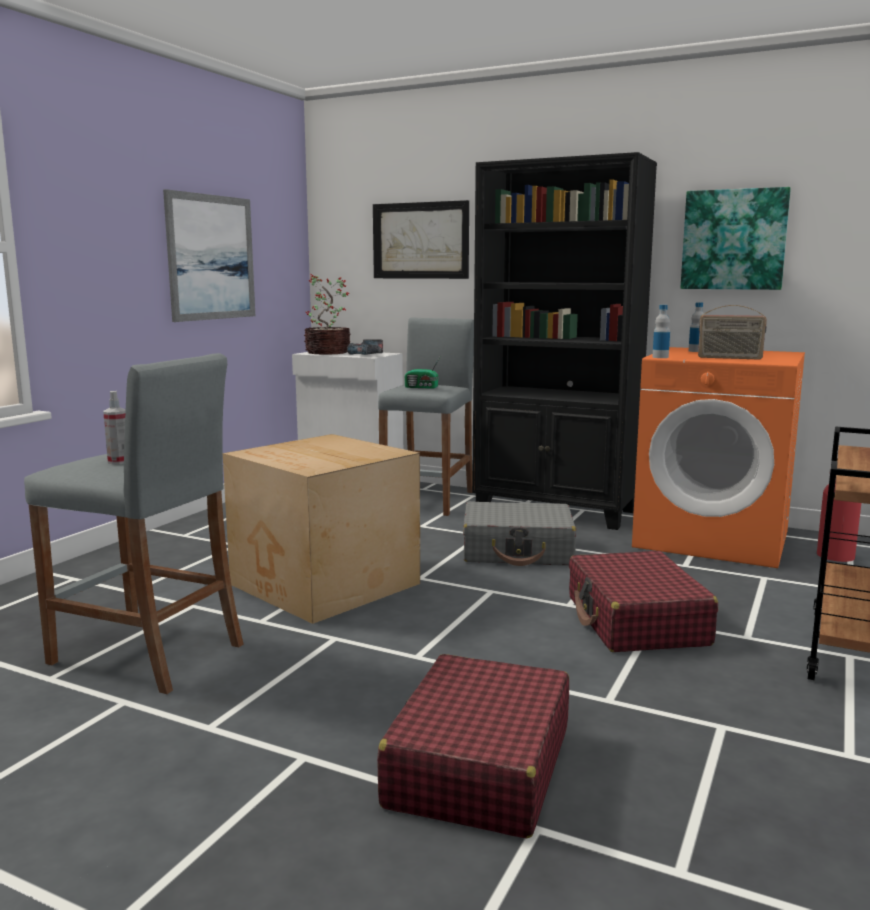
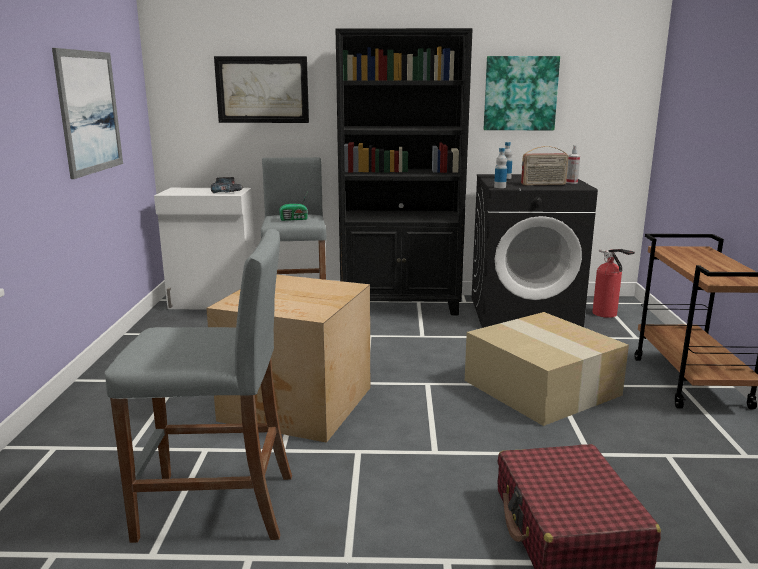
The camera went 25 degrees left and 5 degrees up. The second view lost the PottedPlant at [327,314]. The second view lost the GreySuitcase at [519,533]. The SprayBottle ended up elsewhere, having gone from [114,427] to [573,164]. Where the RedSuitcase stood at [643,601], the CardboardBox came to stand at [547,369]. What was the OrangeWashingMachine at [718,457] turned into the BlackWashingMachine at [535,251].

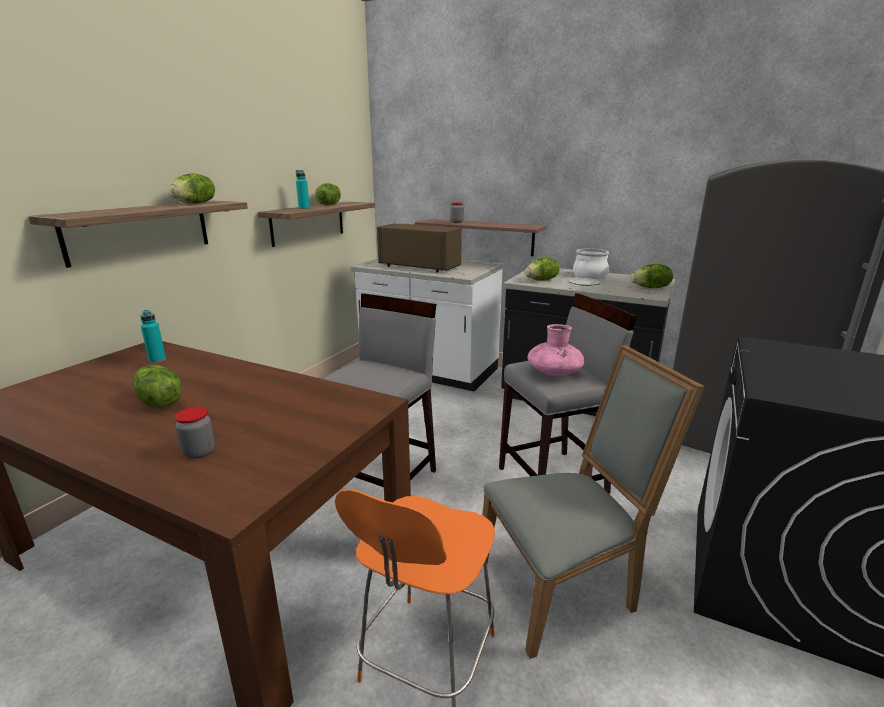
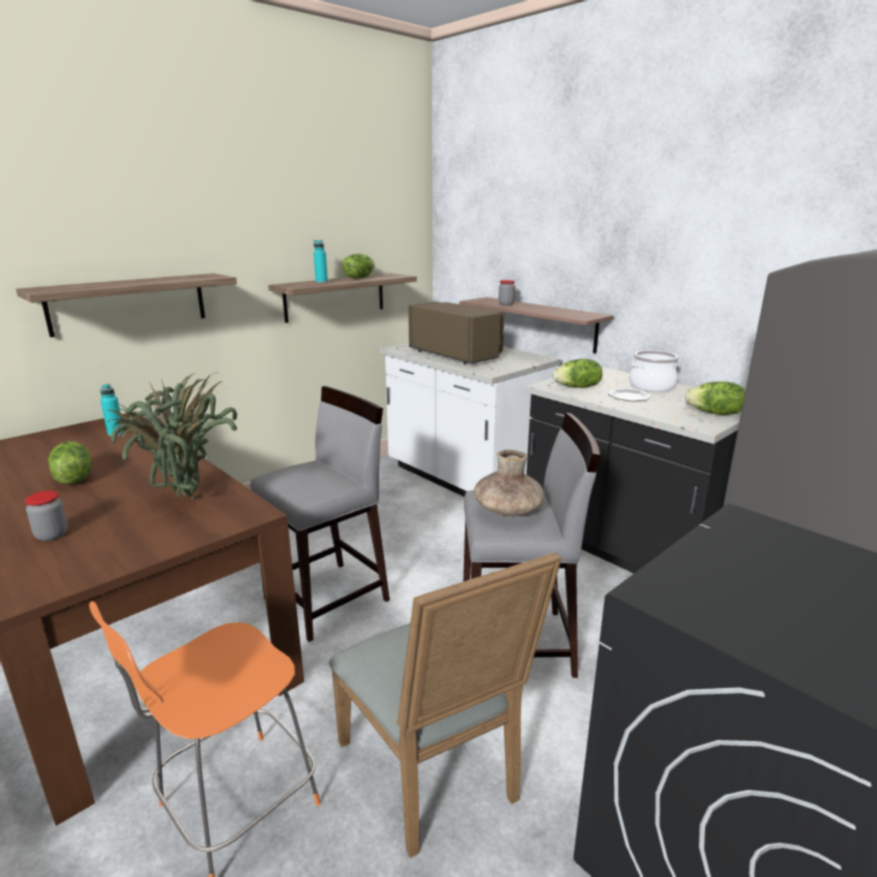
The camera went 20 degrees right and 0 degrees up. The second view lost the Lettuce at [192,188]. The second view gained the PottedPlant at [172,436]. What was the PinkVase at [556,350] turned into the BrownVase at [509,483]. The GreyChair at [594,502] ended up facing another way, 60 degrees clockwise from before.

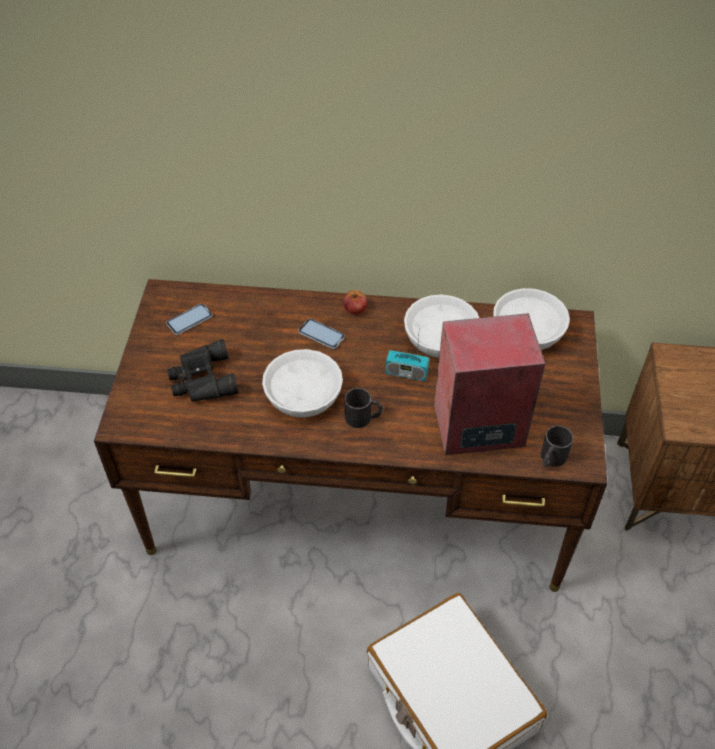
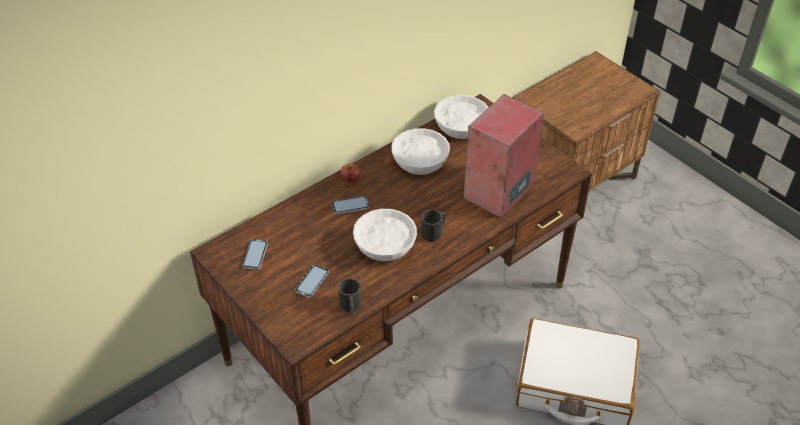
The camera went 45 degrees left and 5 degrees down. The second view lost the Radio at [407,358]. The BlackMug ended up elsewhere, having gone from [557,446] to [349,296]. Where the BlackBinoculars stood at [203,370], the Phone came to stand at [312,281].

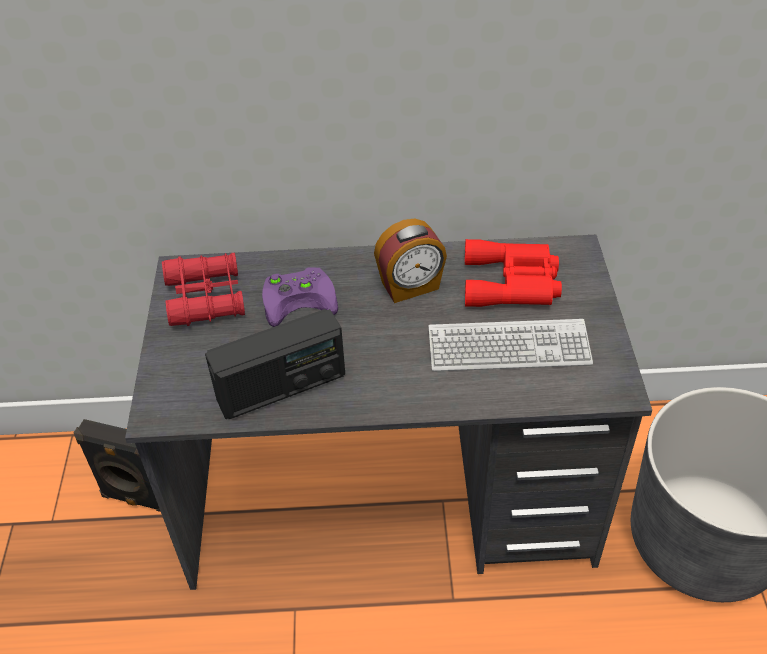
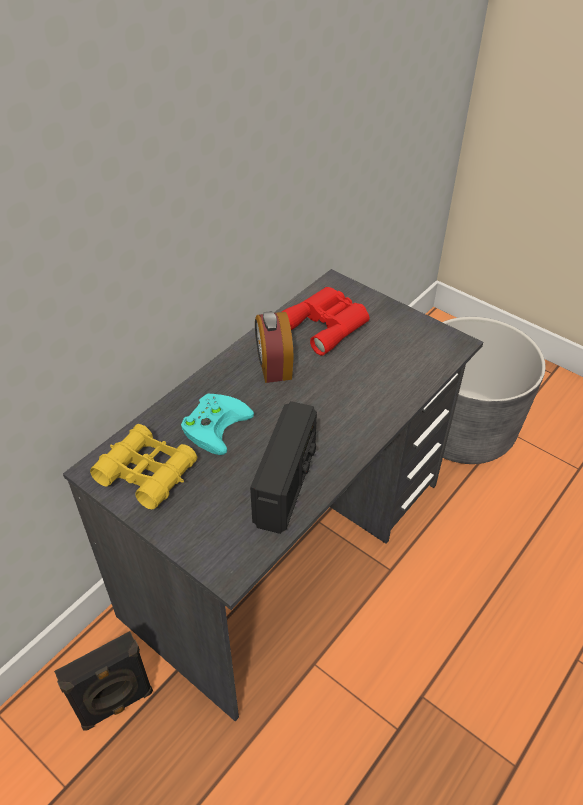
The camera went 50 degrees left and 0 degrees up. The second view lost the Keyboard at [510,345]. What was the RedBinoculars at [203,289] turned into the YellowBinoculars at [143,466]. What was the PurpleGameController at [300,297] turned into the TurquoiseGameController at [217,424]. The AlarmClock at [410,261] ended up facing another way, 150 degrees clockwise from before.

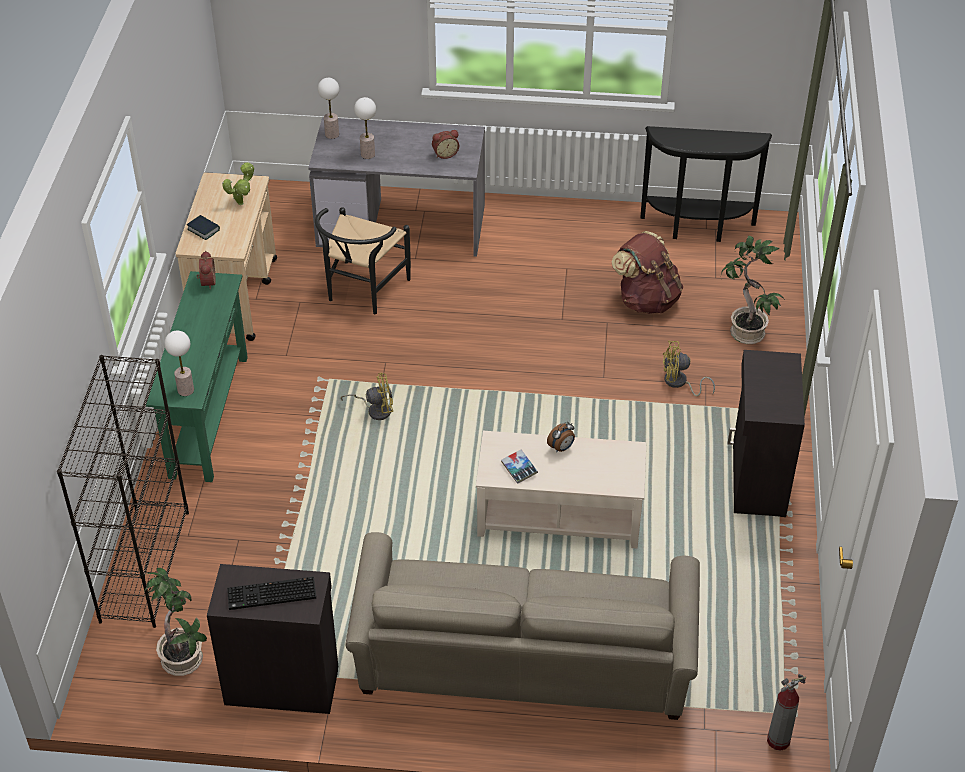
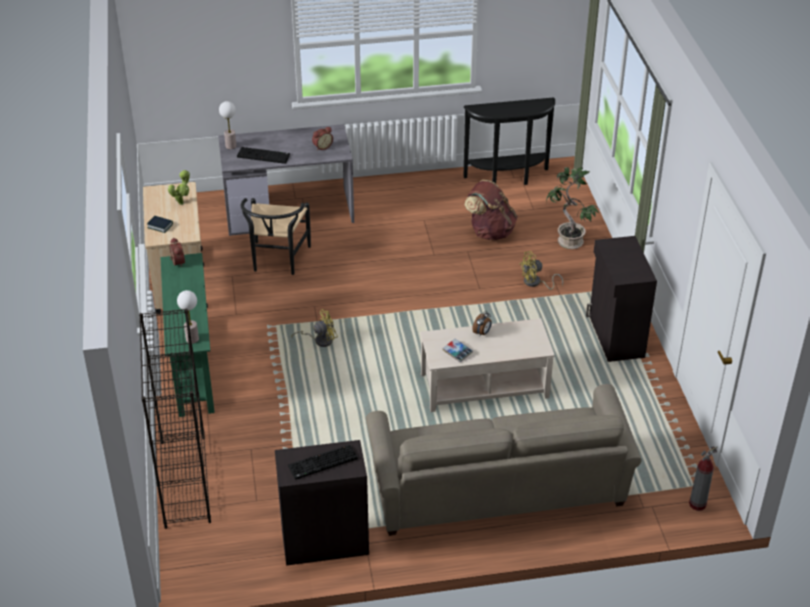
The camera went 15 degrees left and 5 degrees down. The second view lost the PottedPlant at [176,622]. Where the TableLamp stood at [365,128], the Keyboard came to stand at [263,155].

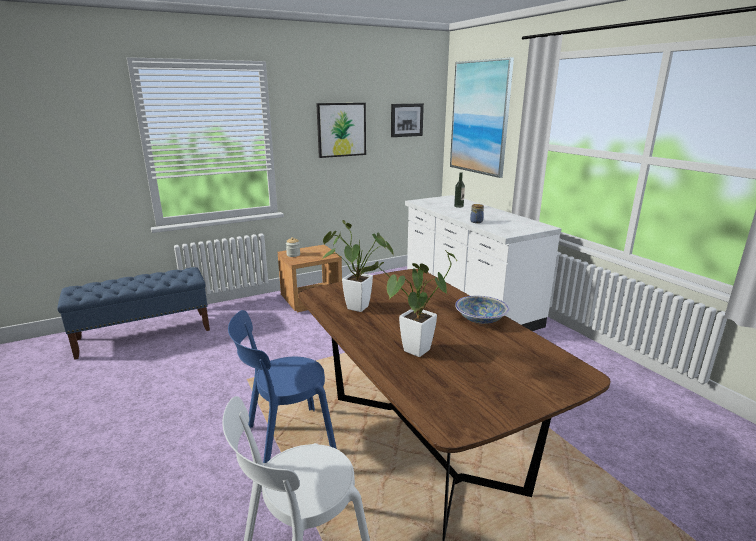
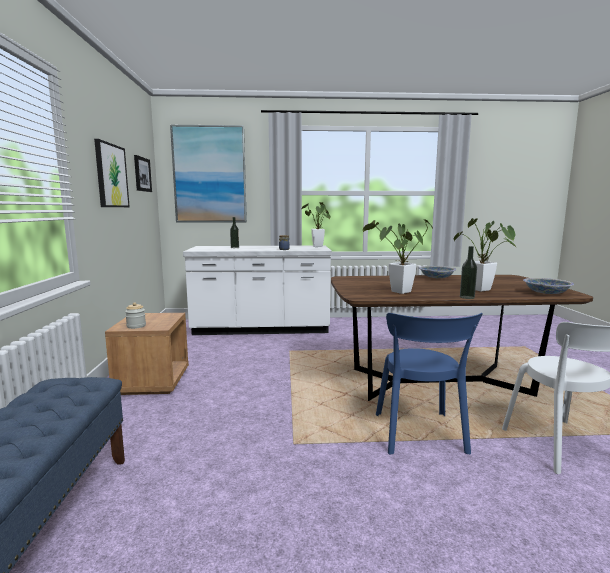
The camera went 65 degrees left and 10 degrees down. The second view gained the PottedPlant at [316,224]. The second view gained the Bottle at [468,272]. The second view gained the Bowl at [548,286].

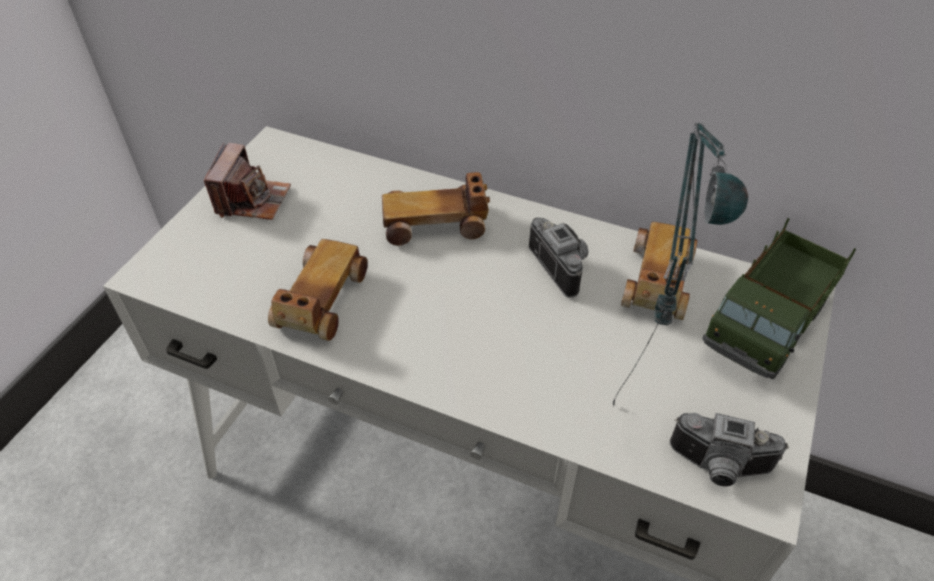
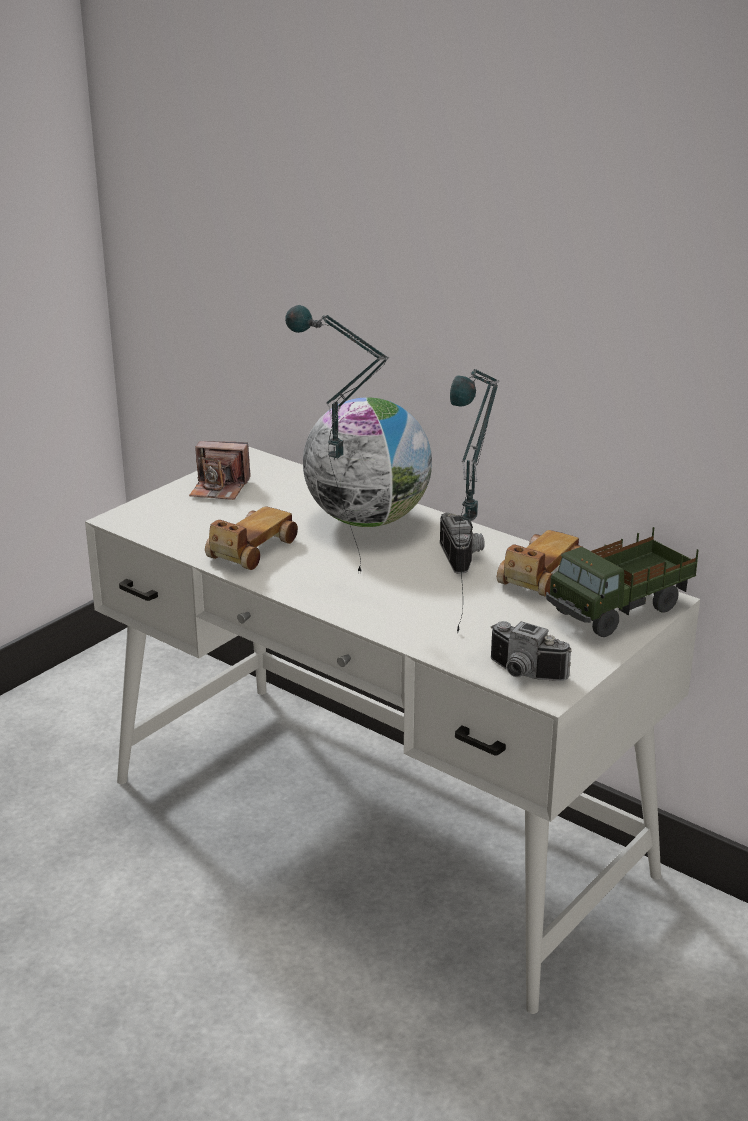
The camera went 15 degrees right and 20 degrees down. The second view gained the TableLamp at [337,438]. Where the ToyCar stood at [436,209], the Globe came to stand at [367,462]. The PhotoCamera at [247,181] ended up facing another way, 75 degrees clockwise from before.

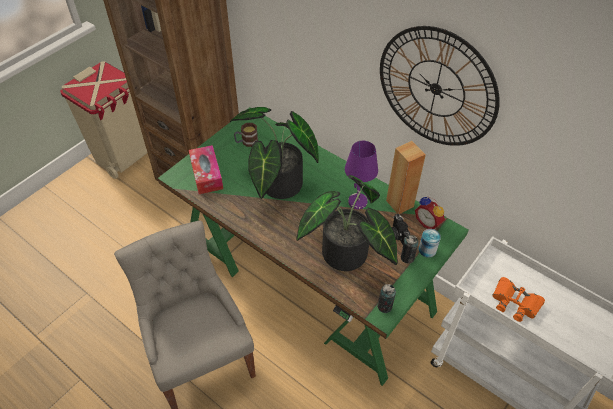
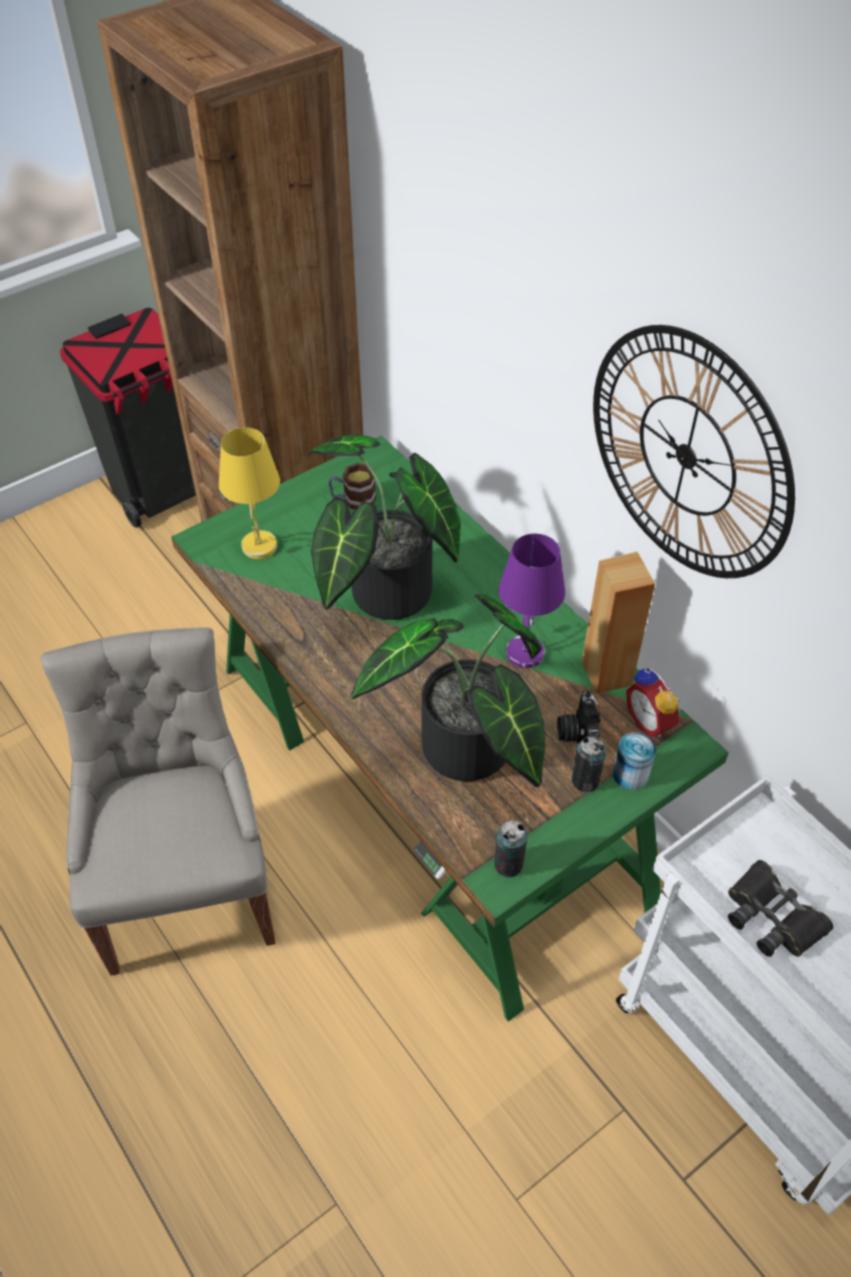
The camera went 15 degrees right and 0 degrees up. Where the TissueBox stood at [206,169], the YellowTableLamp came to stand at [249,493]. What was the BeigeTrashCan at [104,120] turned into the BlackTrashCan at [128,418]. What was the OrangeBinoculars at [518,299] turned into the BlackBinoculars at [781,908].

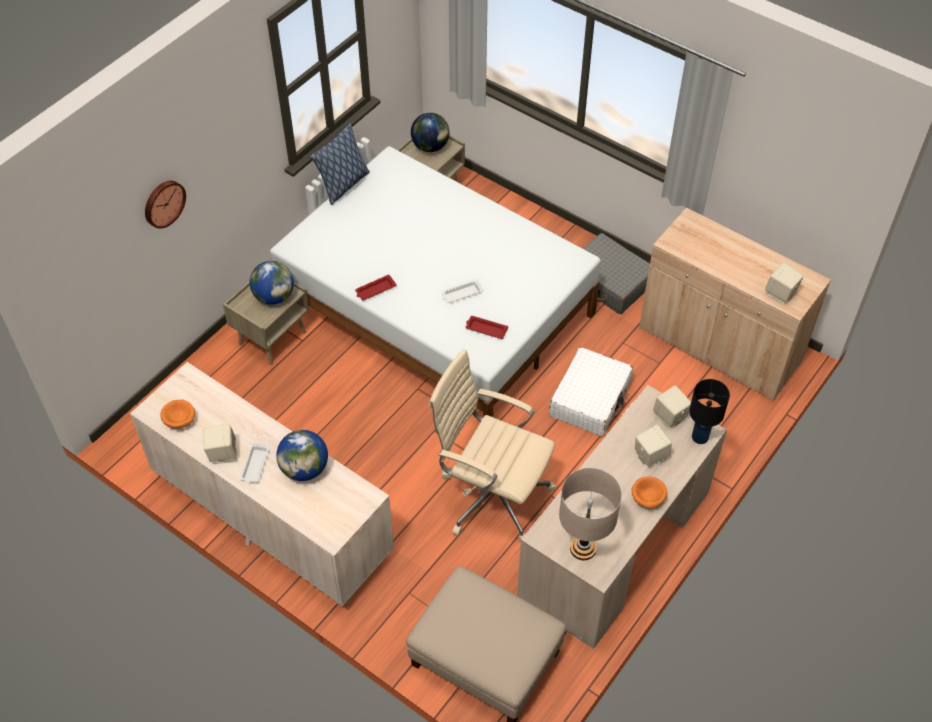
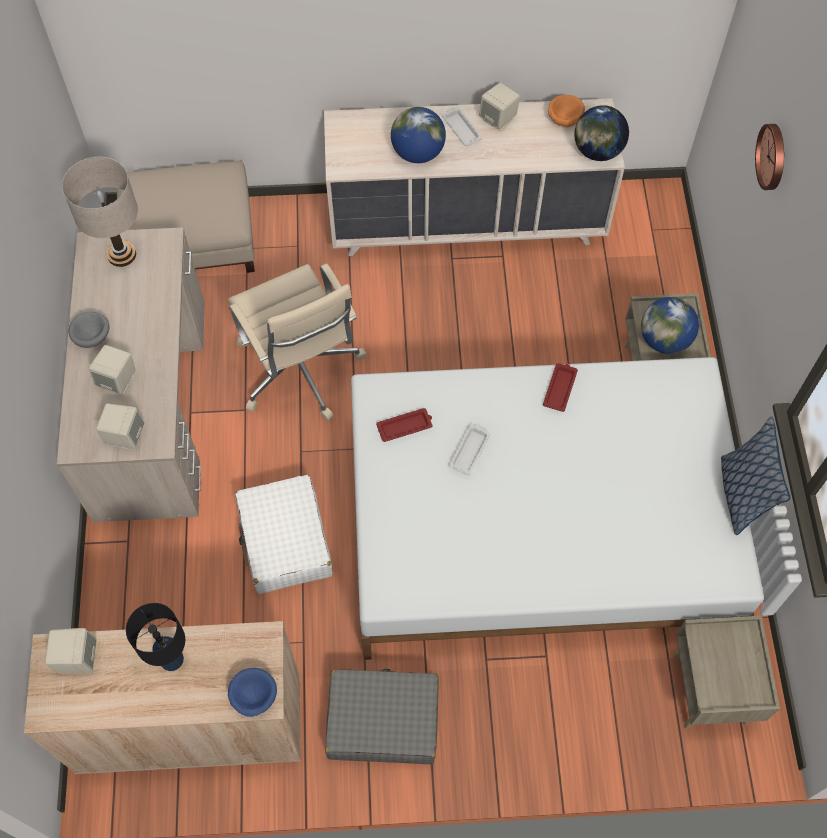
The camera went 140 degrees right and 10 degrees up. The second view gained the BlueBowl at [252,692]. The Globe ended up elsewhere, having gone from [430,132] to [601,133]. The BlackTableLamp ended up elsewhere, having gone from [709,411] to [155,637]. What was the OrangeBowl at [649,492] turned into the GreyBowl at [89,330]. The BeigeOfficeChair at [493,445] ended up facing another way, 75 degrees clockwise from before.

